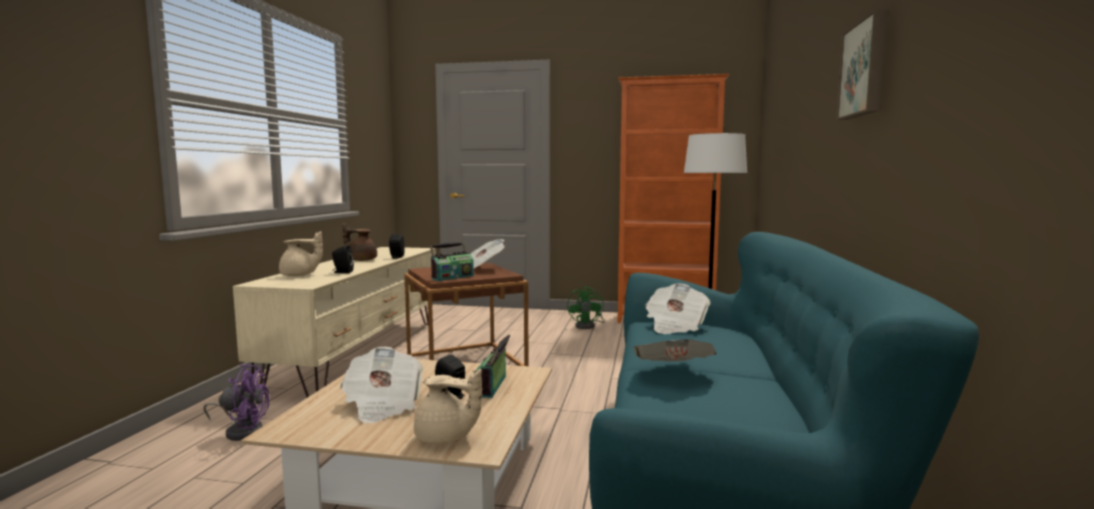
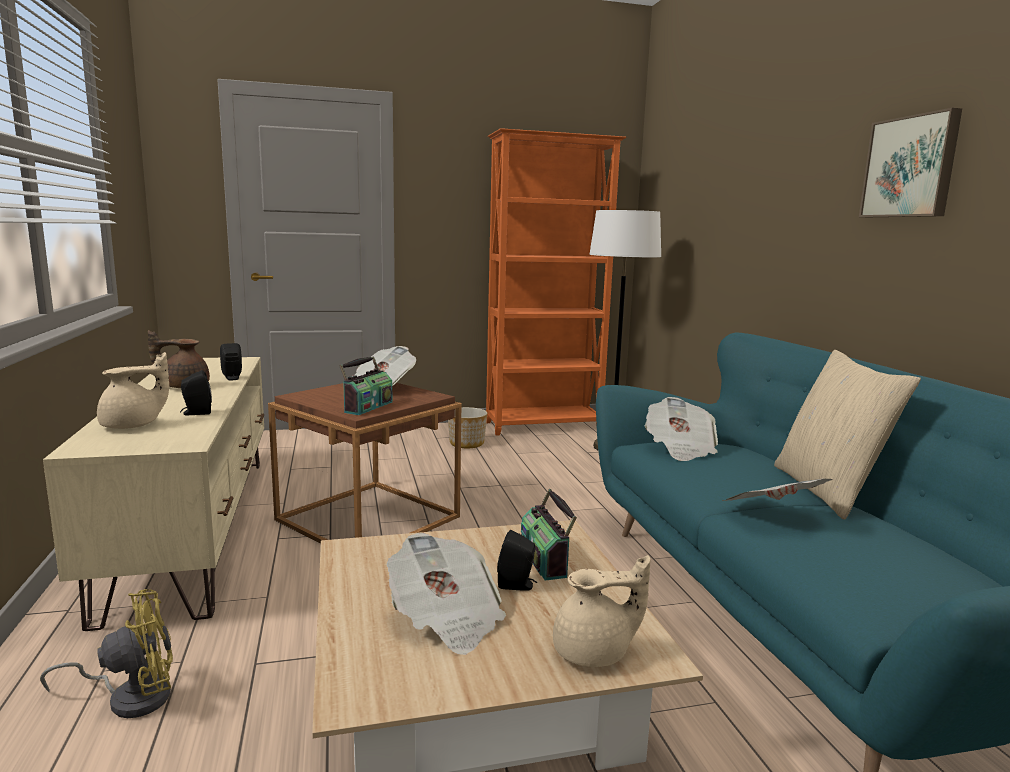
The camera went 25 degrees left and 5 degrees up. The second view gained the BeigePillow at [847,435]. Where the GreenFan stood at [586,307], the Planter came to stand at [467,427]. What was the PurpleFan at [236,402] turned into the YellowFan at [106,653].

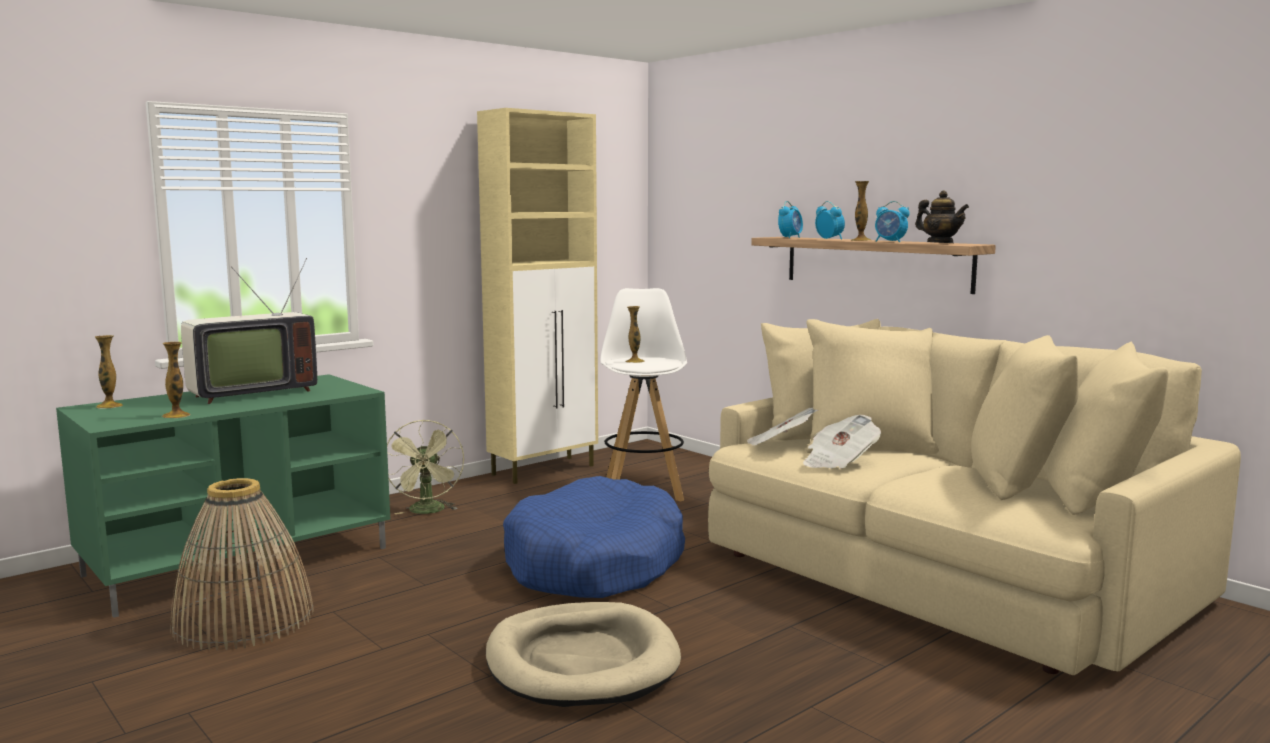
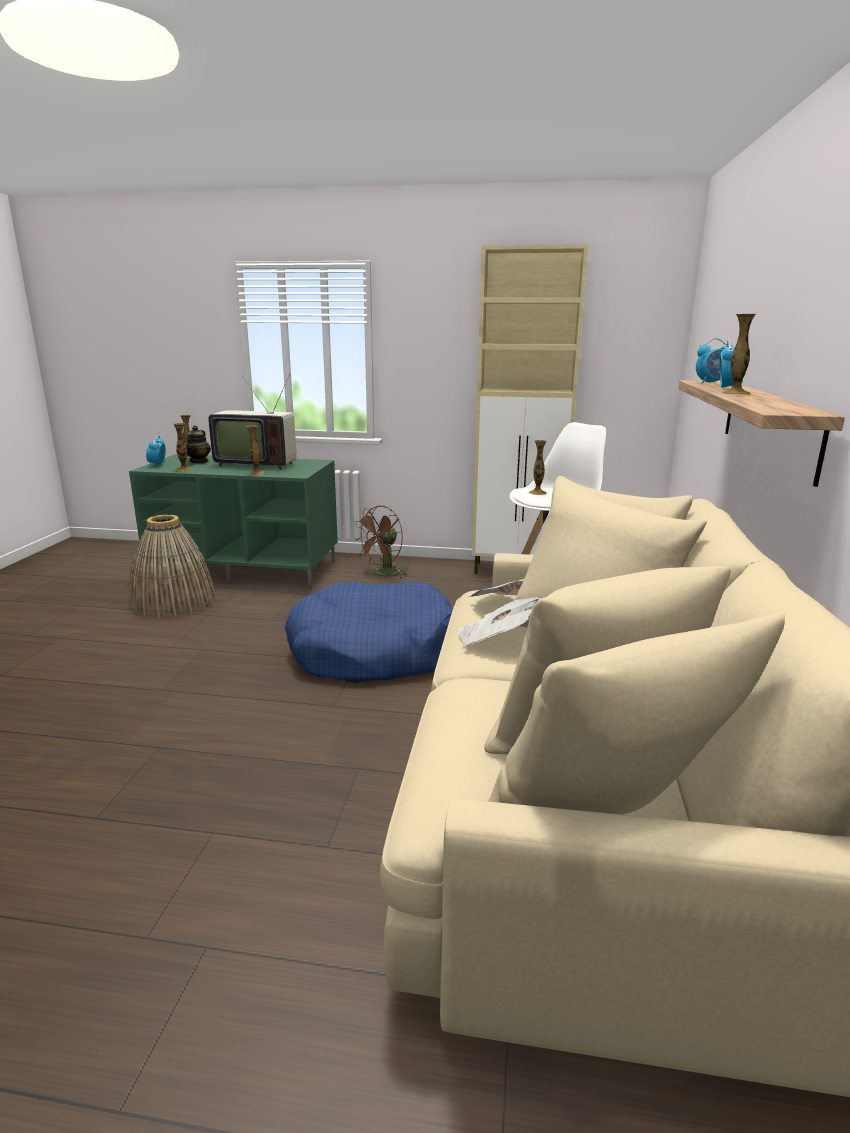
The camera went 50 degrees right and 10 degrees up. The second view lost the BeigeDogBed at [583,654]. The second view gained the Vase at [256,450]. The AlarmClock ended up elsewhere, having gone from [892,221] to [156,451]. The Teapot ended up elsewhere, having gone from [942,216] to [198,444]. What was the GreenFan at [425,466] turned into the BrownFan at [380,542].

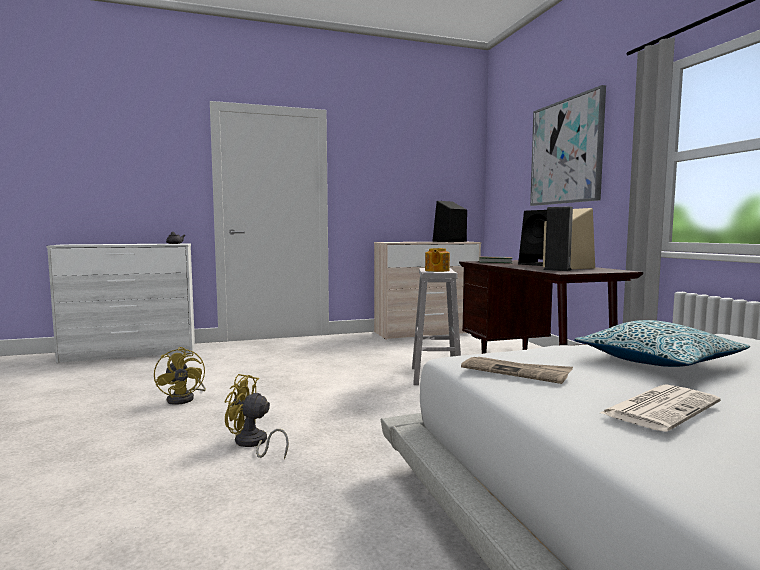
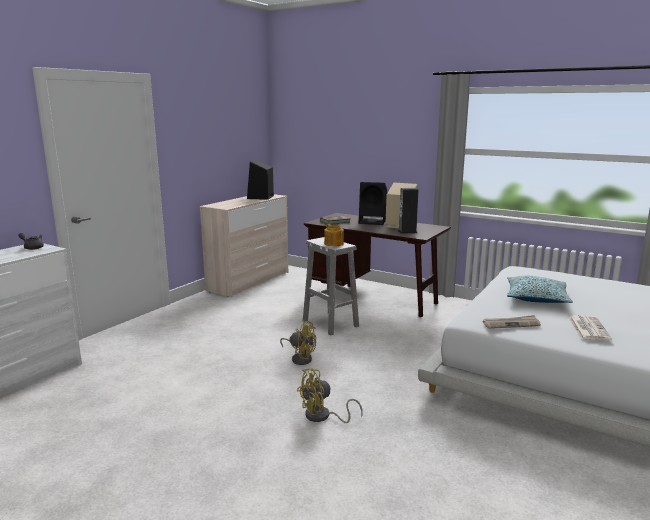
The camera went 40 degrees left and 10 degrees up. The second view lost the Picture at [568,145]. The YellowFan ended up elsewhere, having gone from [180,376] to [298,342].

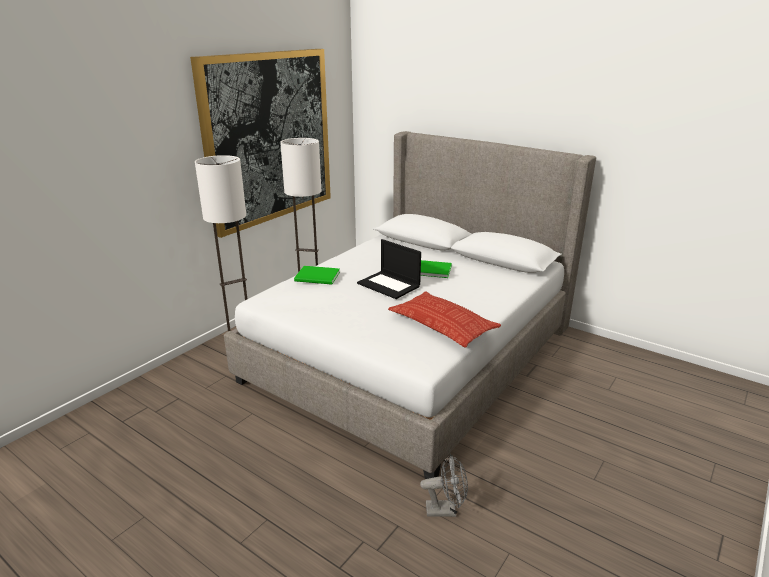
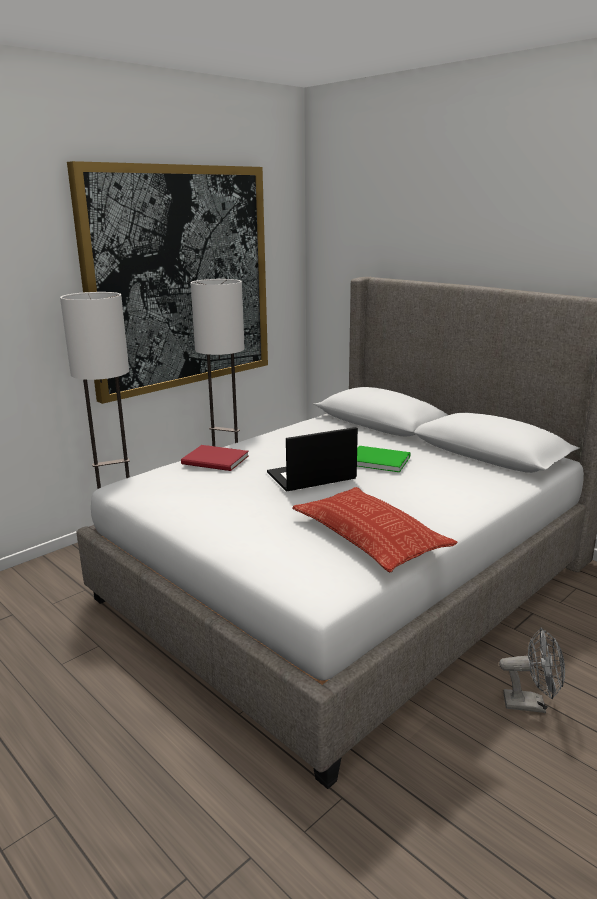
The camera went 10 degrees right and 5 degrees down. The GreyFan ended up elsewhere, having gone from [444,485] to [532,670]. What was the GreenBook at [317,275] turned into the RedBook at [215,458]. The Laptop at [389,269] ended up facing another way, 105 degrees clockwise from before.

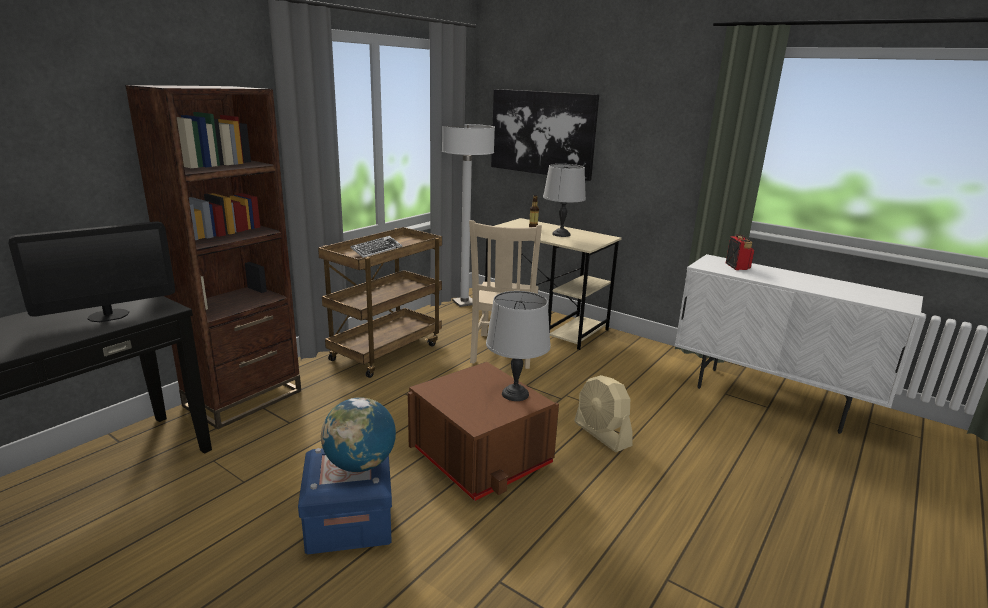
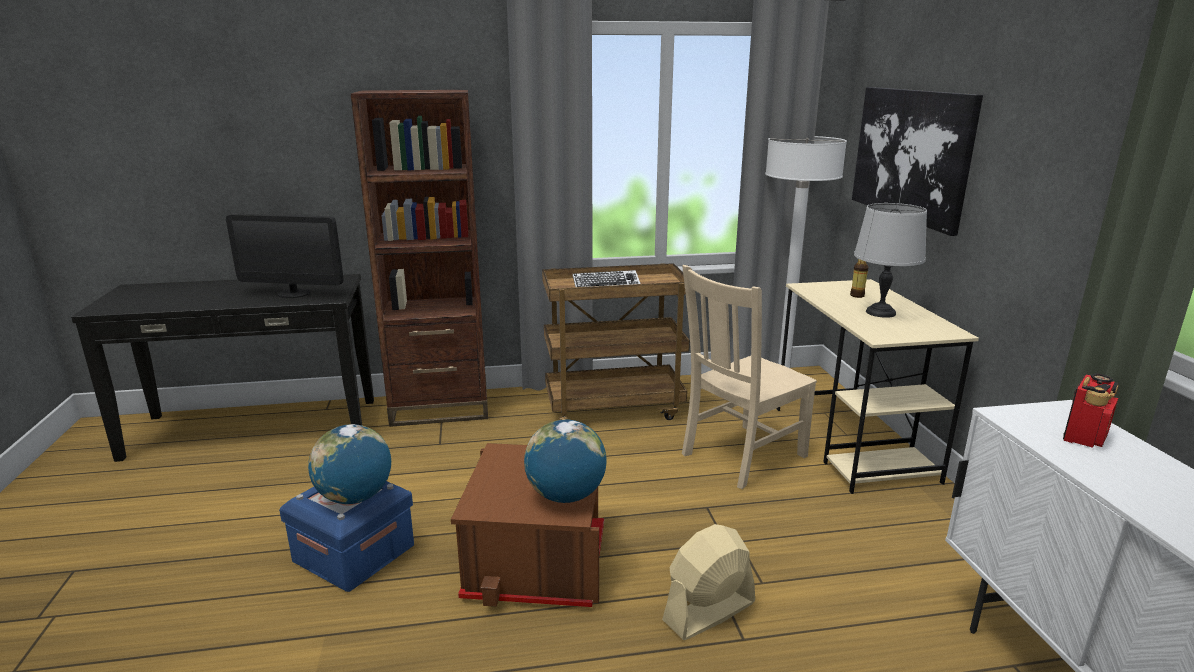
The camera went 45 degrees right and 0 degrees up. Where the GreyTableLamp stood at [518,346], the Globe came to stand at [565,461]. The BeigeFan at [603,413] ended up facing another way, 45 degrees clockwise from before.

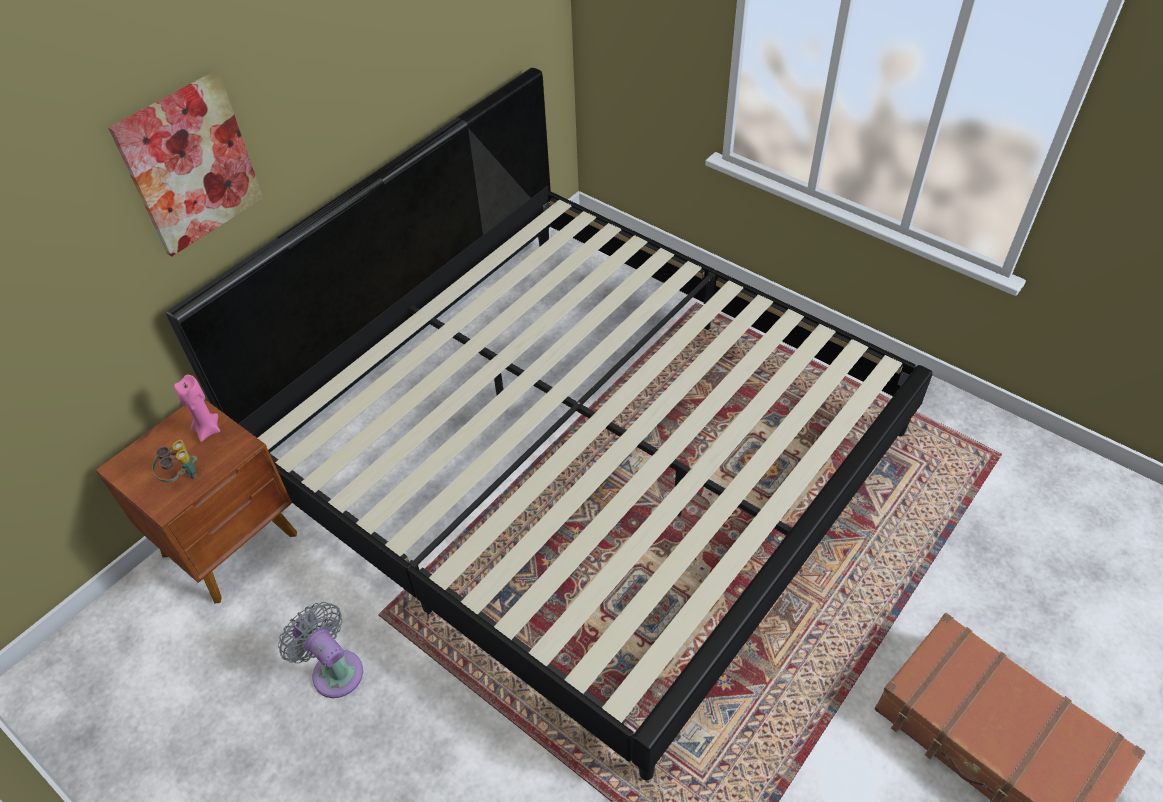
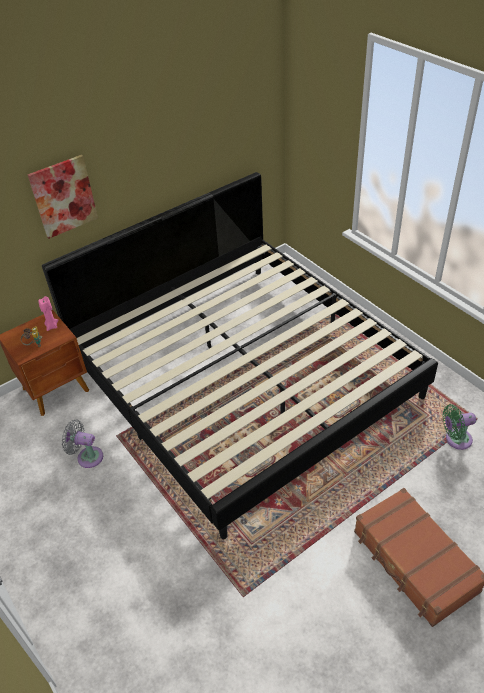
The camera went 15 degrees right and 5 degrees down. The second view gained the GreenFan at [459,427]. The GreyFan at [320,650] ended up facing another way, 45 degrees counterclockwise from before.

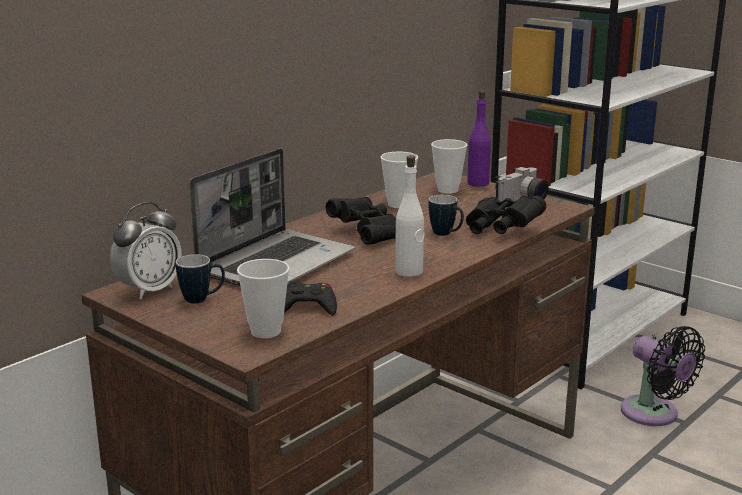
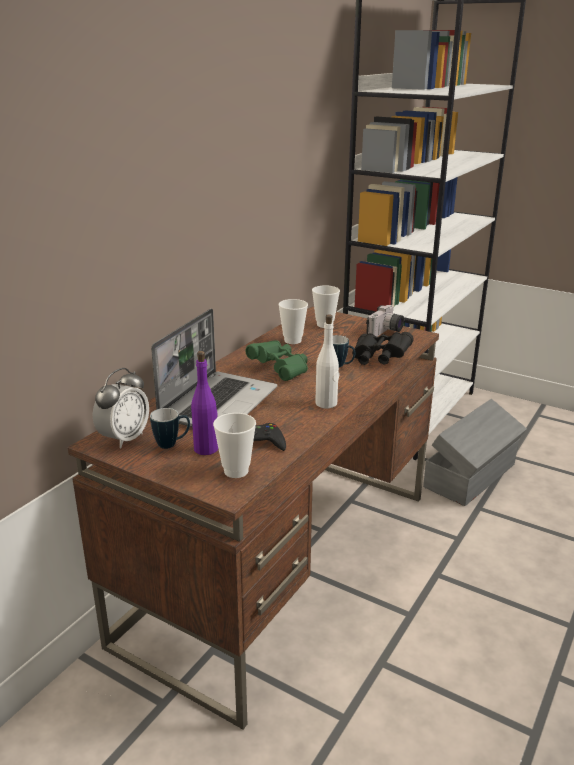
The camera went 10 degrees left and 5 degrees up. The PurpleBottle ended up elsewhere, having gone from [479,138] to [204,403]. Where the BlackFan stood at [663,376], the GreyStorageBox came to stand at [475,452]. What was the BlackBinoculars at [361,221] turned into the GreenBinoculars at [276,360].

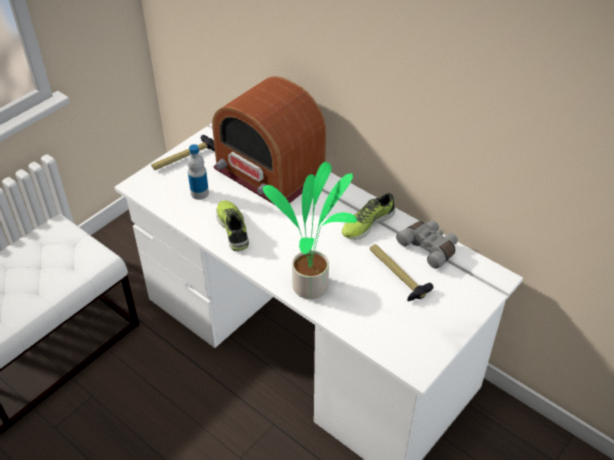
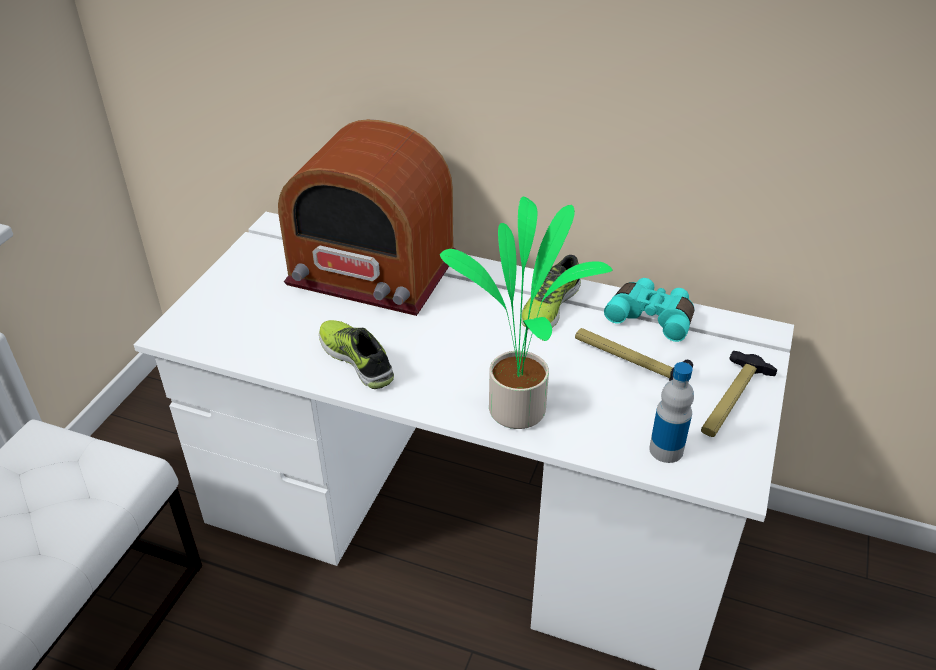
The camera went 20 degrees left and 5 degrees down. The Hammer ended up elsewhere, having gone from [183,152] to [739,394]. The Bottle ended up elsewhere, having gone from [198,172] to [671,412]. What was the GreyBinoculars at [427,244] turned into the TurquoiseBinoculars at [649,310].

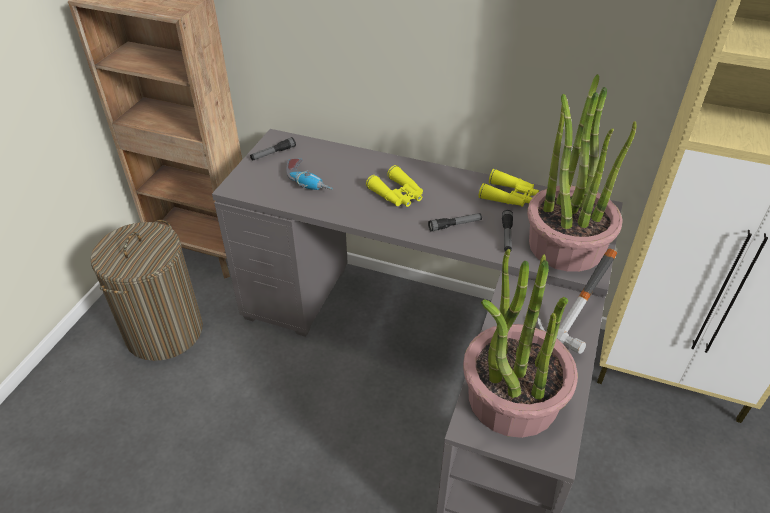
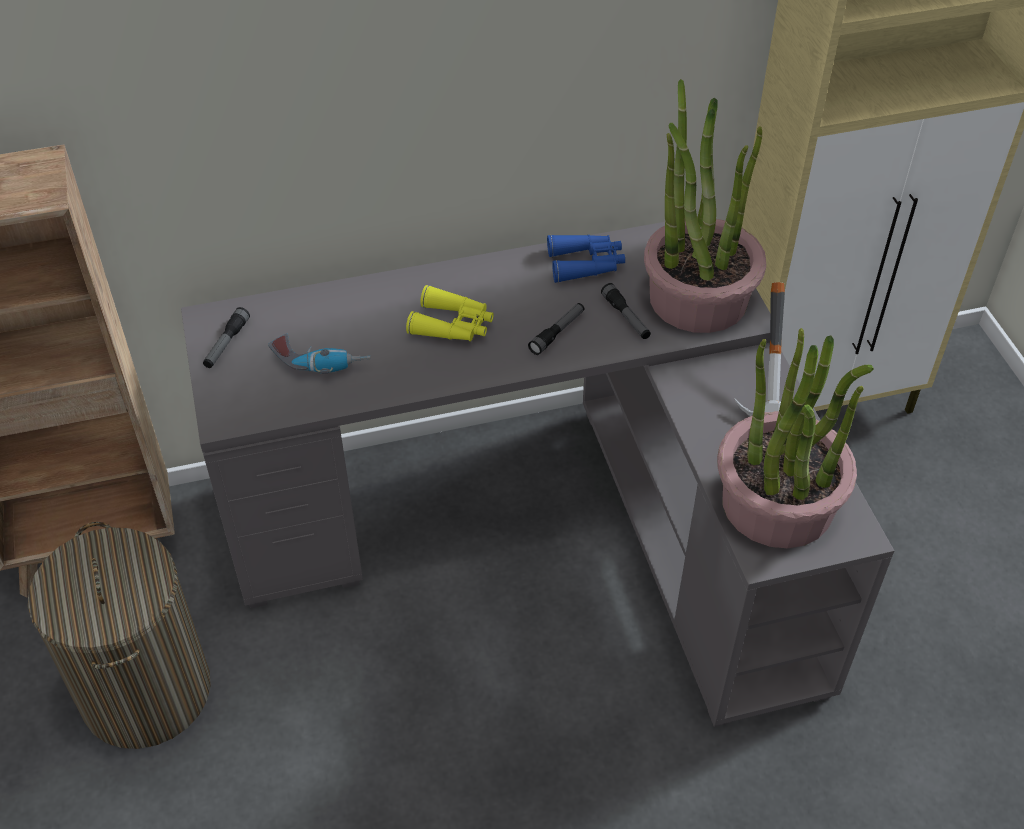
The camera went 35 degrees left and 5 degrees up. What was the YellowBinoculars at [509,188] turned into the BlueBinoculars at [586,259].

